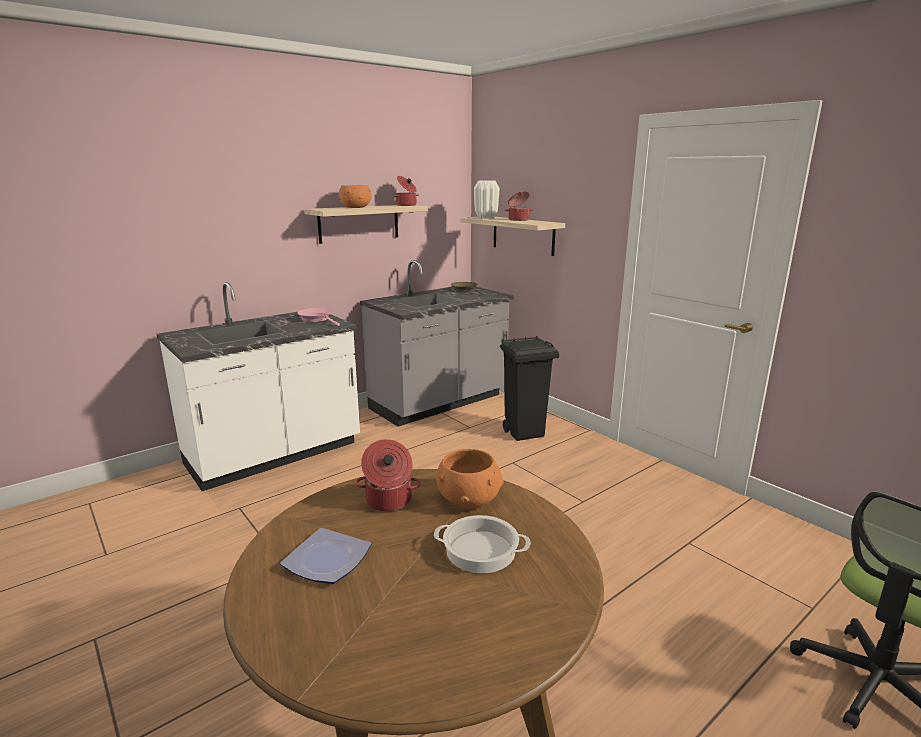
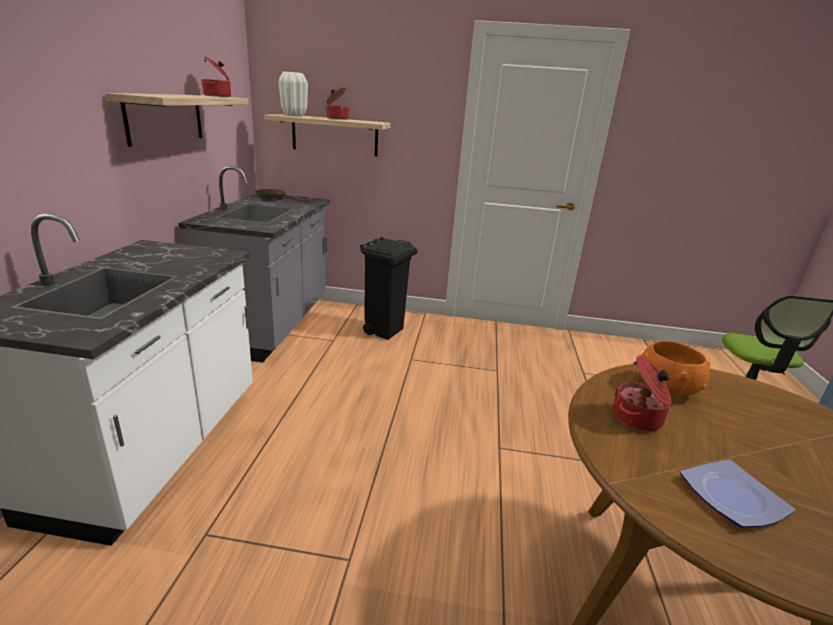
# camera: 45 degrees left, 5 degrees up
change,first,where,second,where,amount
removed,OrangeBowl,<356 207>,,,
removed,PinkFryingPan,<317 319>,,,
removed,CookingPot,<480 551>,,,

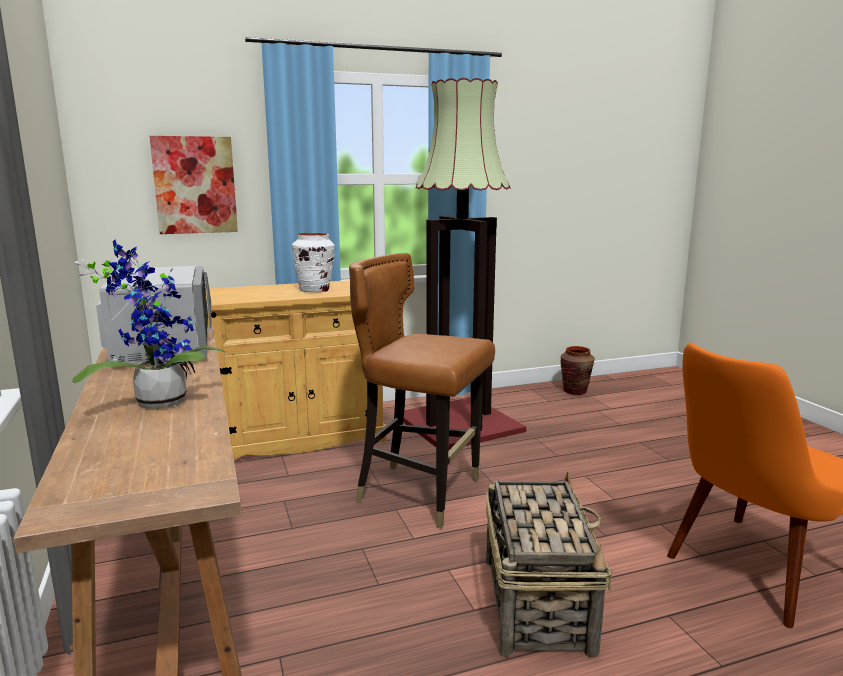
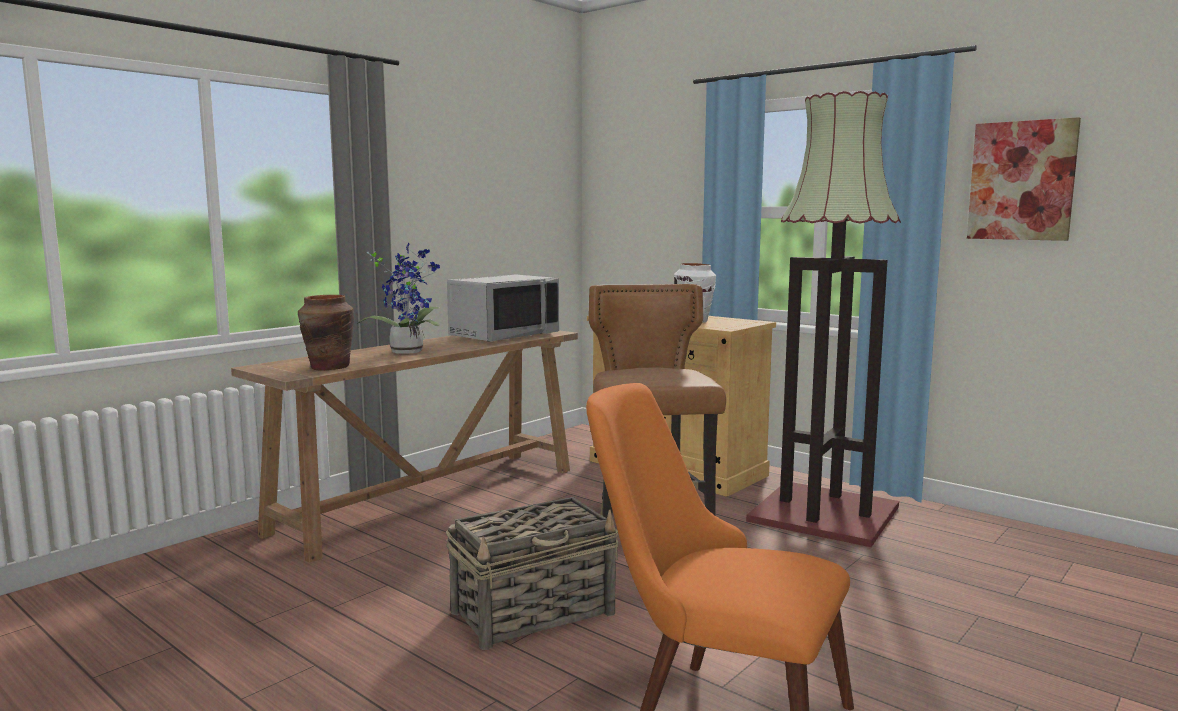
# camera: 60 degrees right, 5 degrees down
change,first,where,second,where,amount
moved,Picture,<195 185>,,<1021 181>,
moved,BrownVase,<575 391>,,<329 367>,

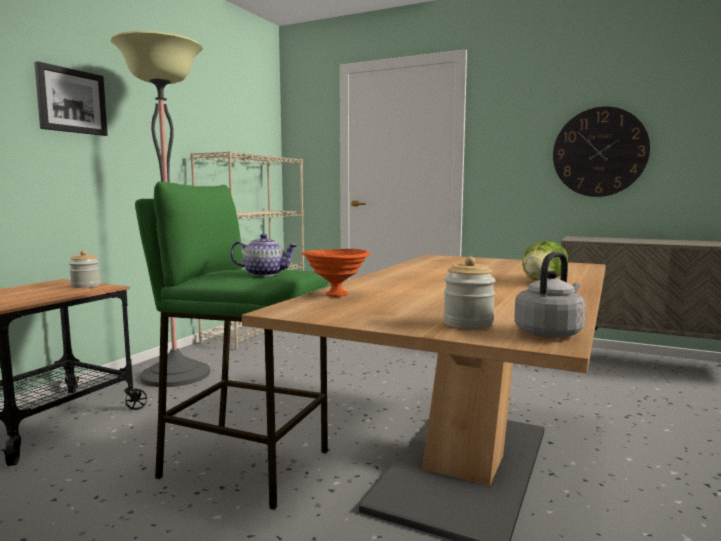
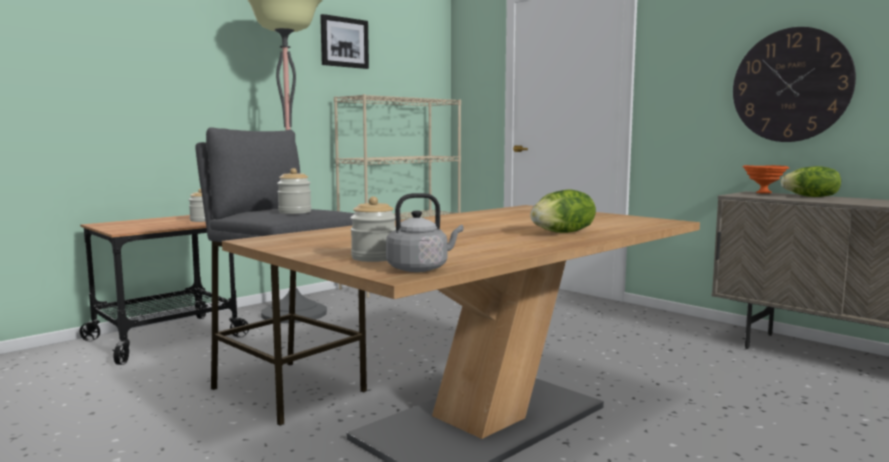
# camera: 20 degrees right, 0 degrees up
change,first,where,second,where,amount
moved,Picture,<71 101>,,<344 42>,
recoloured,GreenStool,<244 464>,GreyStool,<287 390>,
replaced,Teapot,<265 274>,Jar,<295 212>,
moved,OrangeBowl,<335 294>,,<762 193>,
added,,,Lettuce,<811 197>,

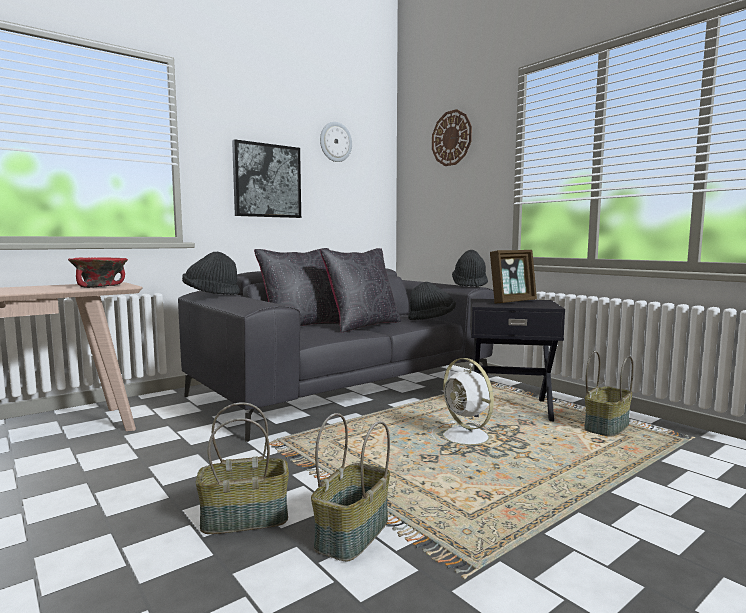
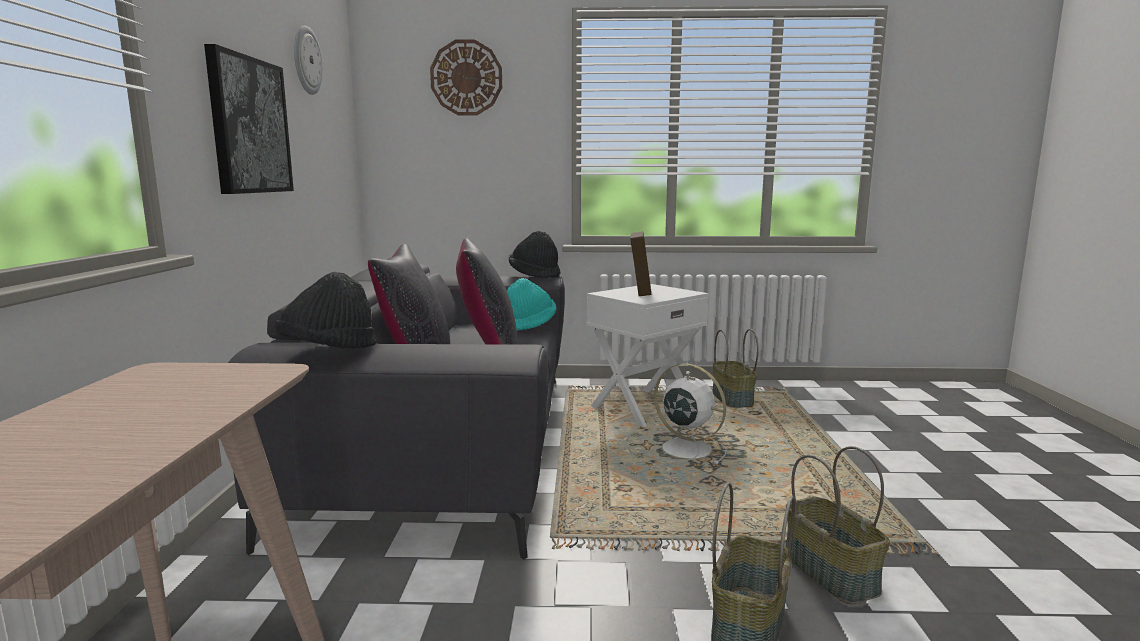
# camera: 50 degrees left, 5 degrees up
change,first,where,second,where,amount
removed,RedBowl,<100 286>,,,
recoloured,BlackHat,<431 319>,TurquoiseHat,<528 325>,
recoloured,BlackSideTable,<510 408>,WhiteSideTable,<643 407>,
turned,WhiteFan,<467 437>,,<684 449>,150 degrees counterclockwise

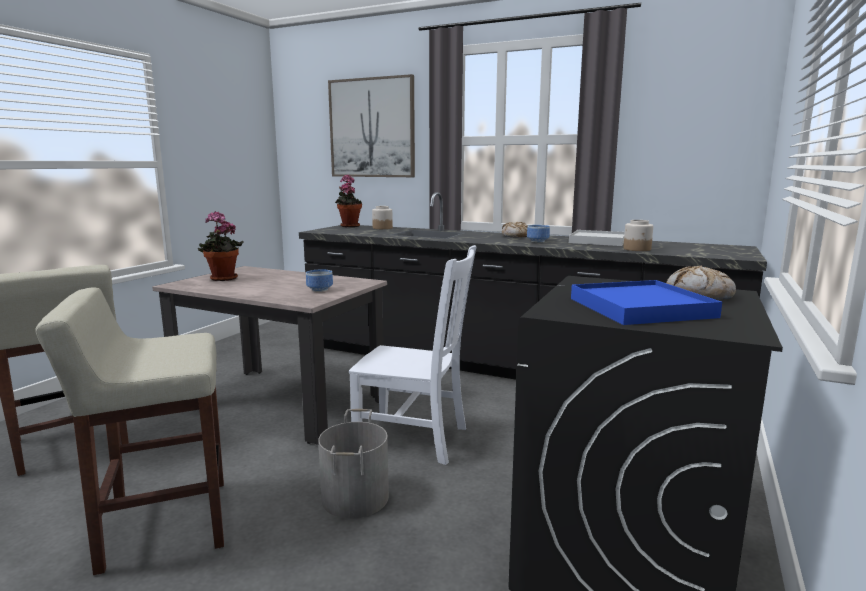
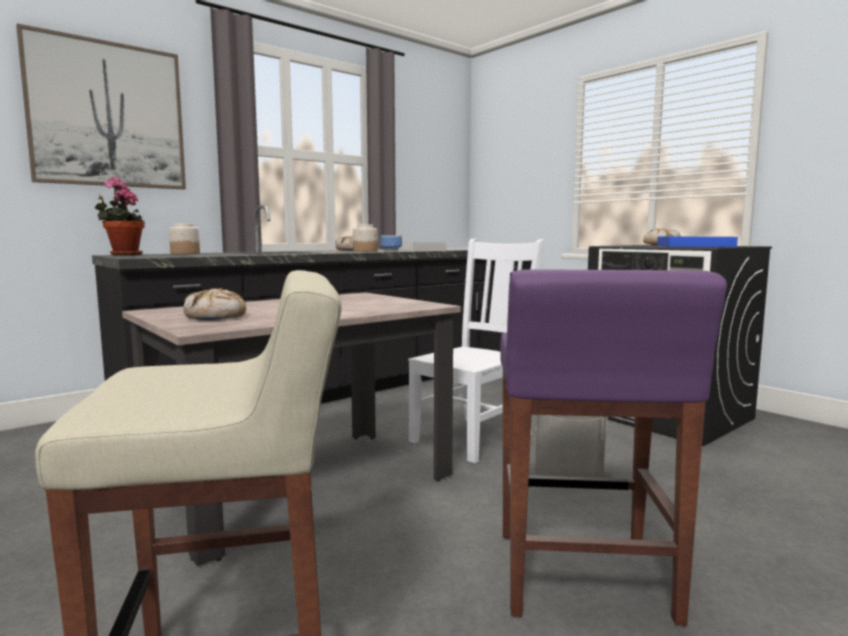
# camera: 65 degrees left, 5 degrees down
change,first,where,second,where,amount
replaced,PottedPlant,<222 279>,Bread,<216 317>,
moved,Jar,<637 249>,,<365 251>,
removed,Bowl,<319 290>,,,
recoloured,BeigeStool,<163 524>,PurpleStool,<582 577>,

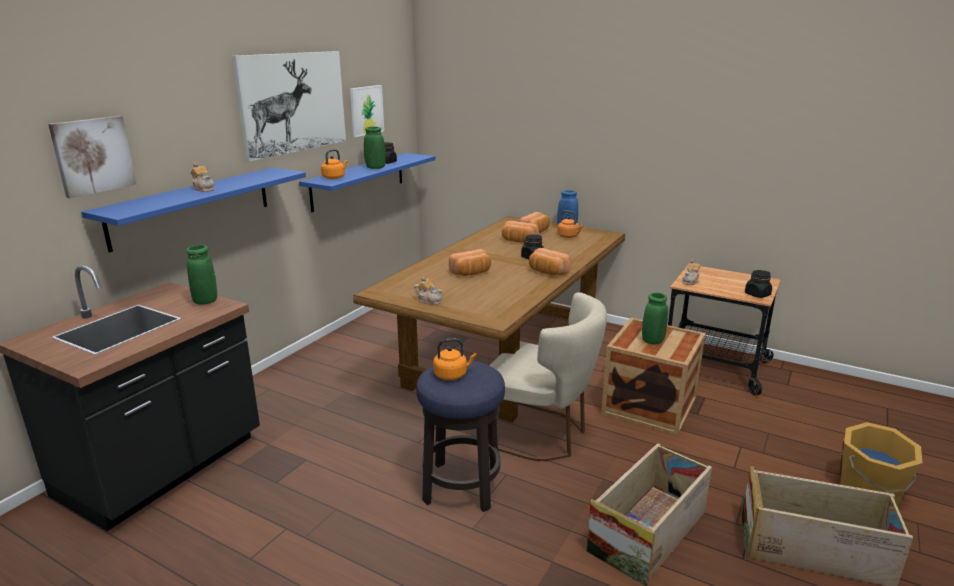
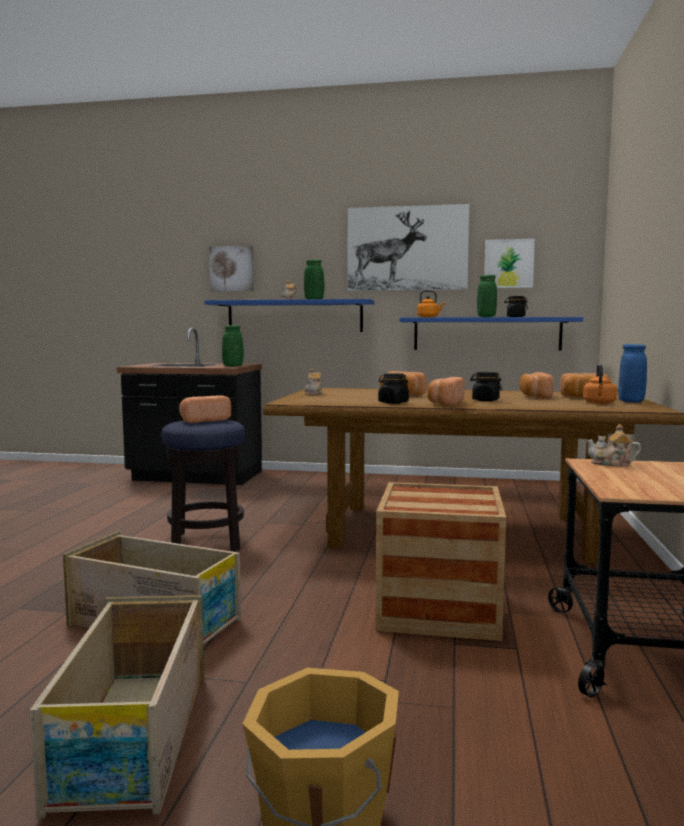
# camera: 70 degrees right, 15 degrees down
change,first,where,second,where,amount
moved,BlackJar,<757 294>,,<393 402>,
removed,BeigeChair,<541 434>,,,
moved,GreenVase,<653 341>,,<314 299>,
replaced,OrangeKettle,<452 375>,Bread,<203 421>,

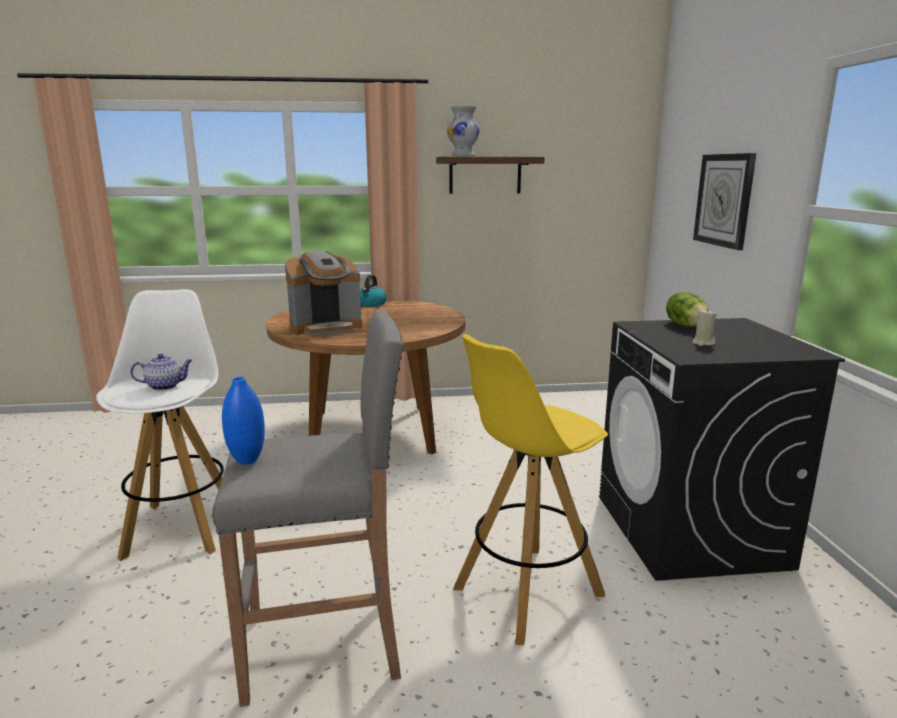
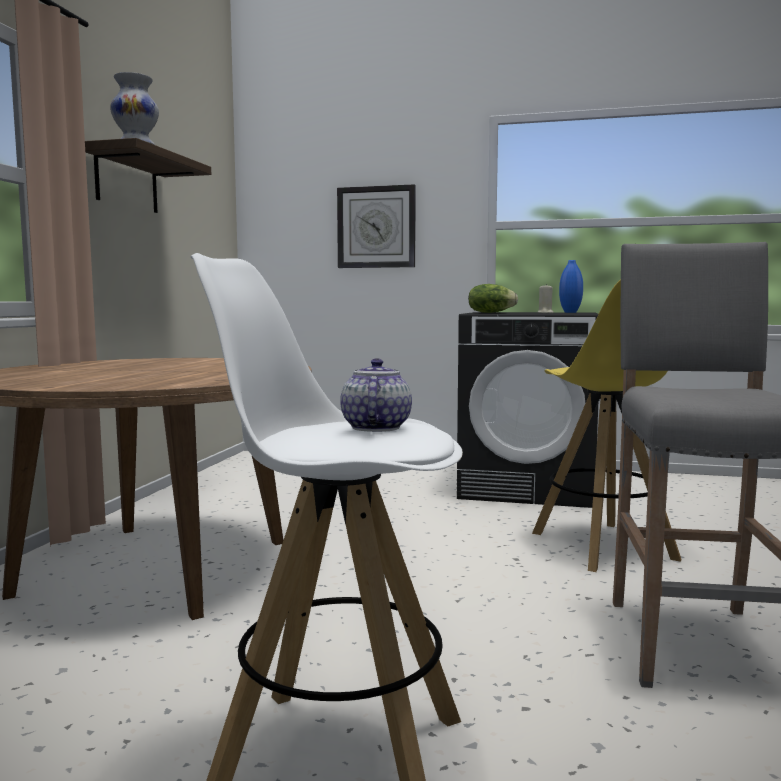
# camera: 70 degrees left, 10 degrees down
change,first,where,second,where,amount
removed,CoffeeMachine,<326 328>,,,
removed,Kettle,<371 304>,,,
moved,BlueVase,<247 460>,,<570 312>,

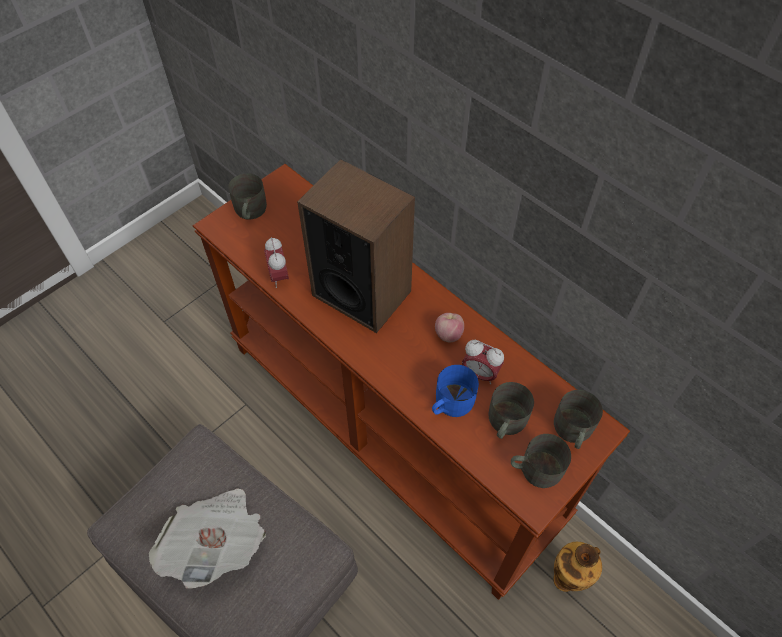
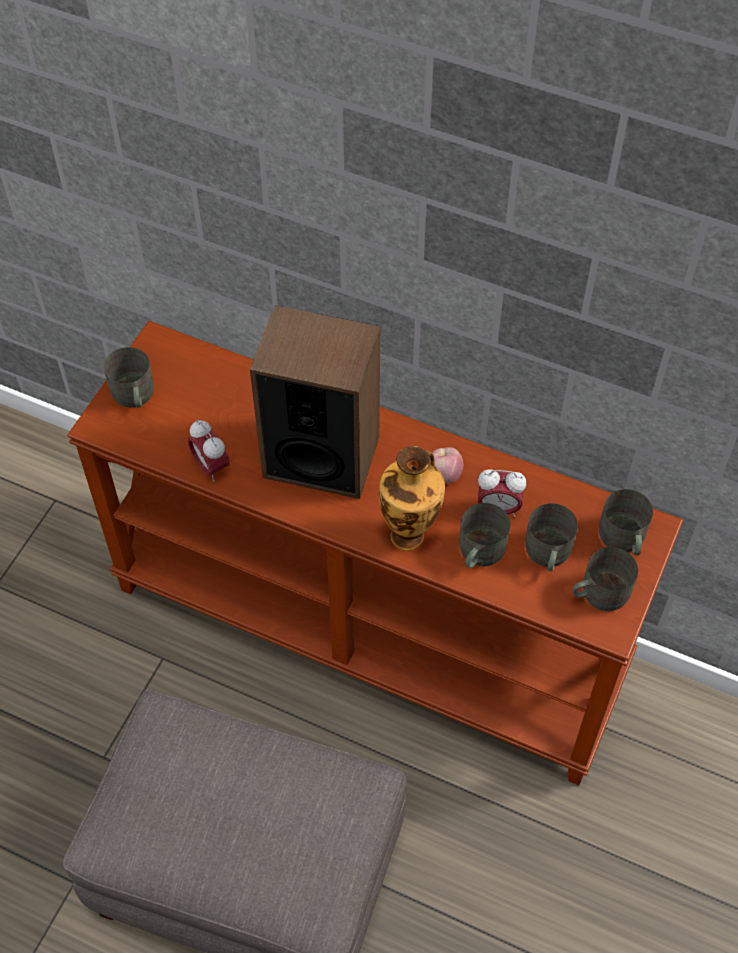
# camera: 20 degrees left, 0 degrees up
change,first,where,second,where,amount
recoloured,BlueMug,<450 403>,GreyMug,<478 552>,
removed,Newspaper,<217 542>,,,
moved,Vase,<566 579>,,<409 535>,

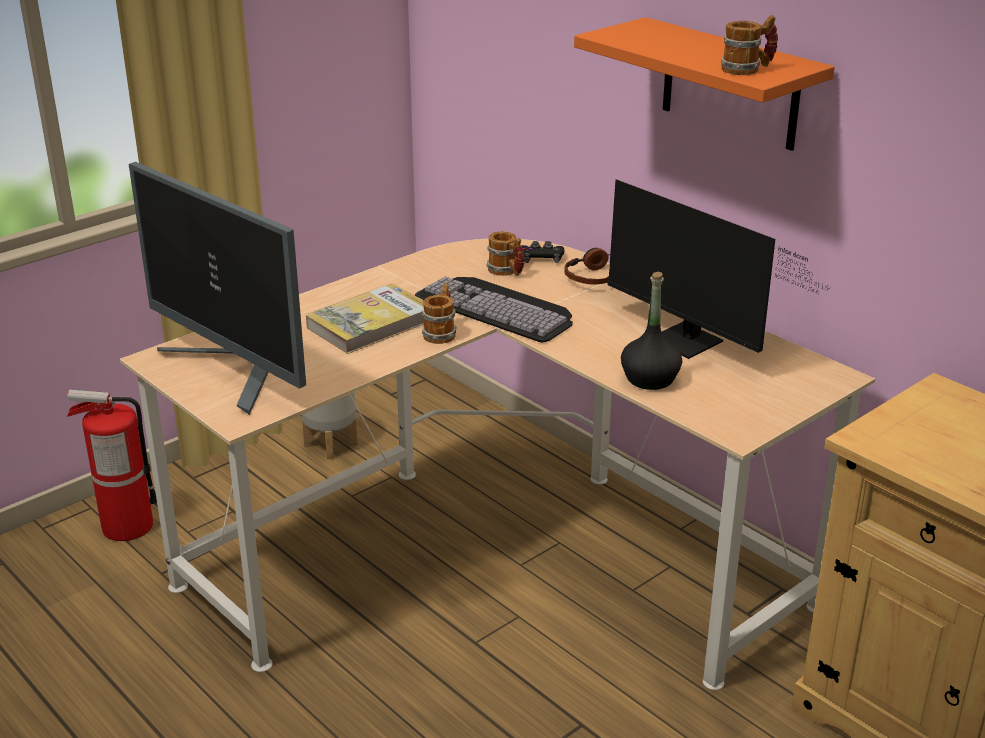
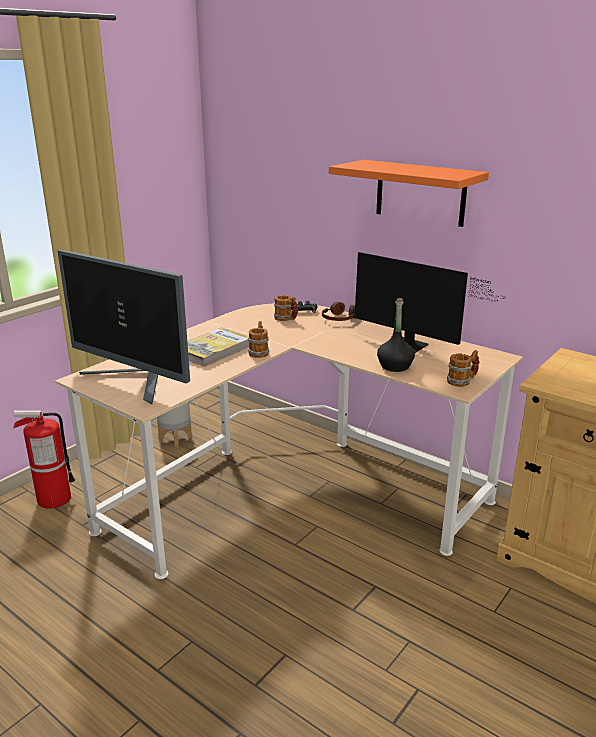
# camera: 10 degrees left, 5 degrees down
change,first,where,second,where,amount
moved,Mug,<747 69>,,<462 381>,
removed,Keyboard,<499 307>,,,

